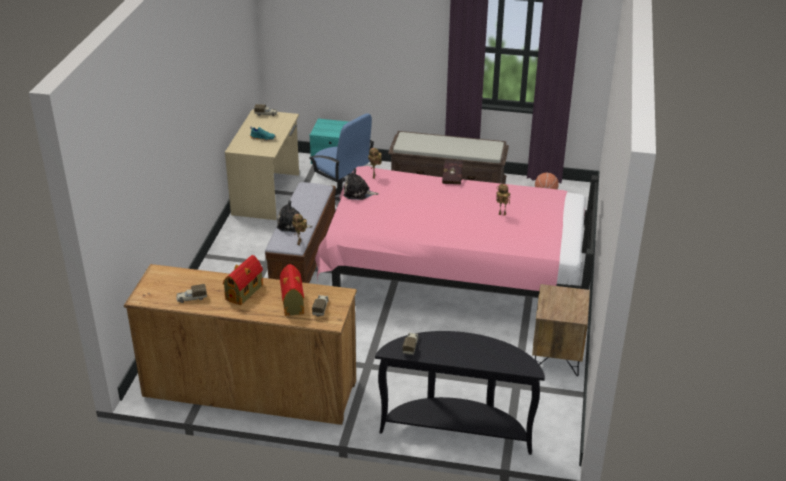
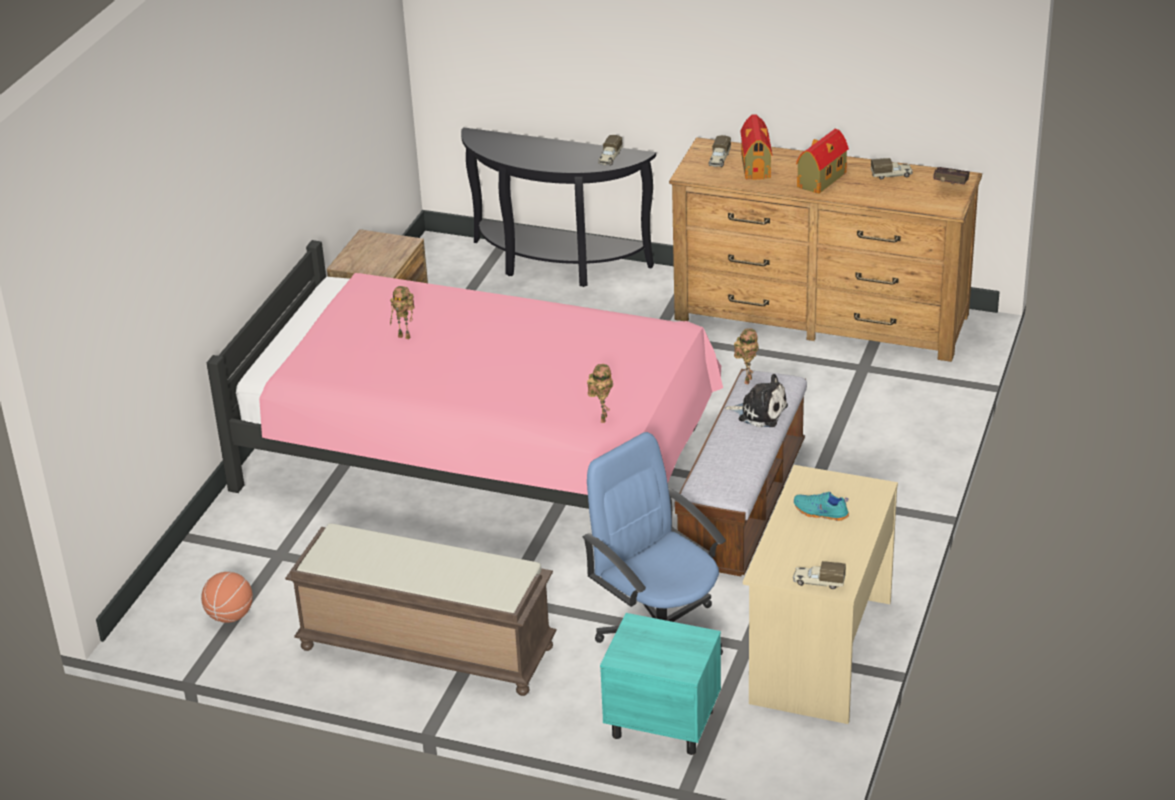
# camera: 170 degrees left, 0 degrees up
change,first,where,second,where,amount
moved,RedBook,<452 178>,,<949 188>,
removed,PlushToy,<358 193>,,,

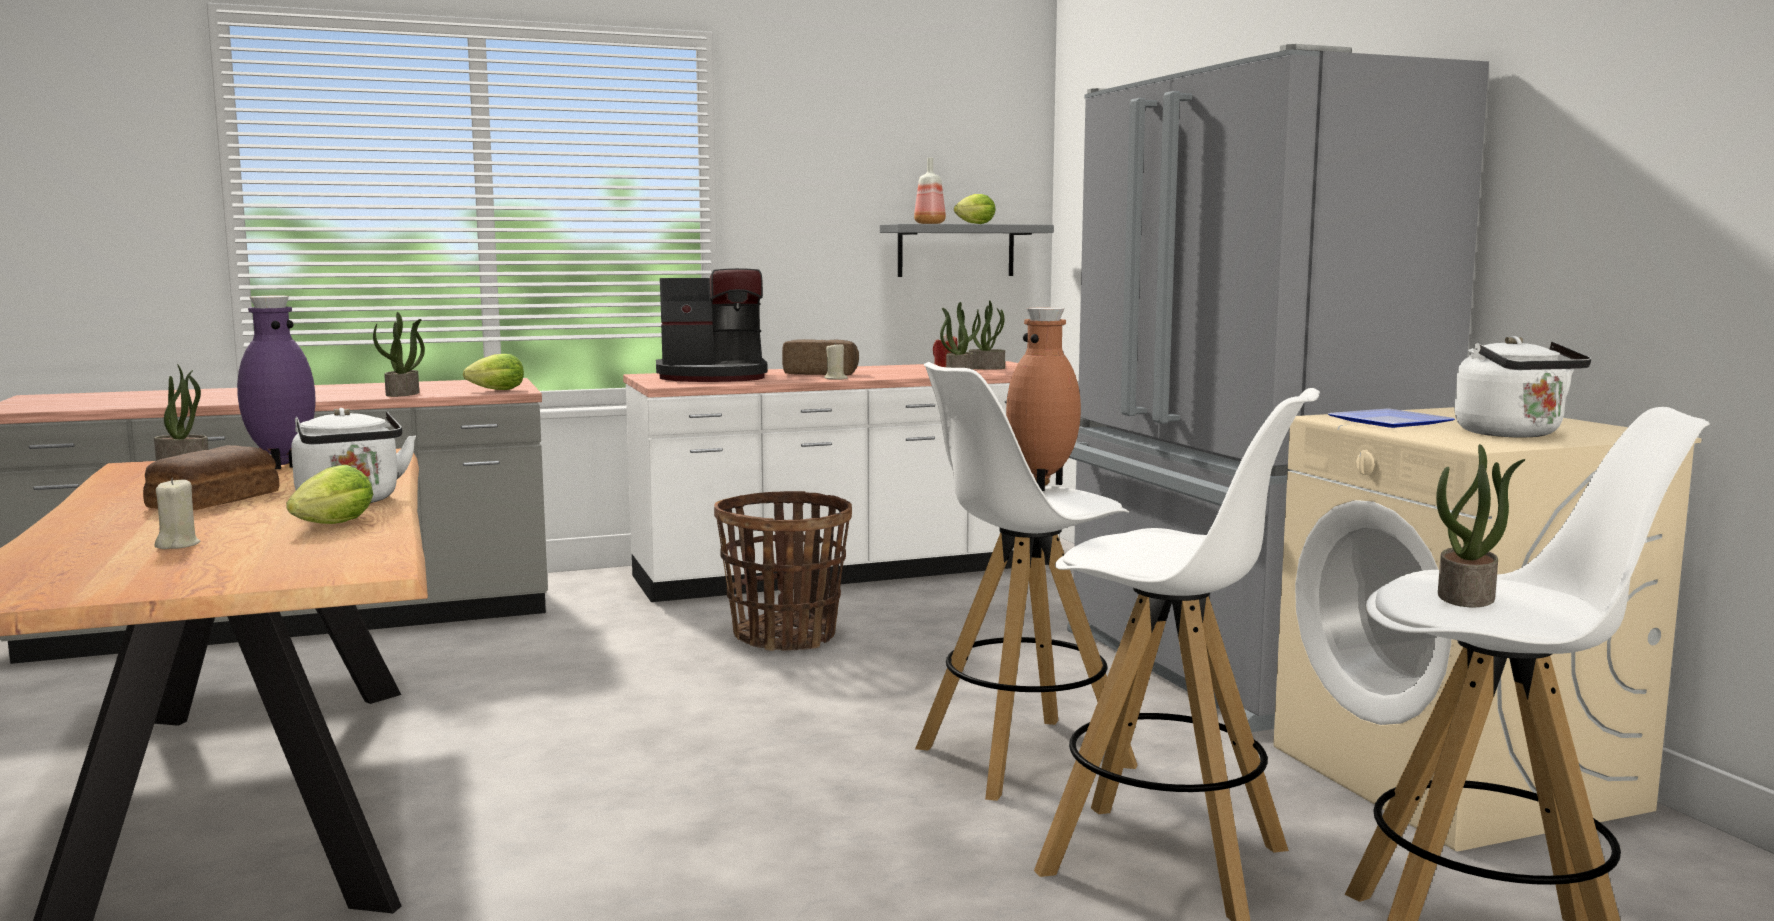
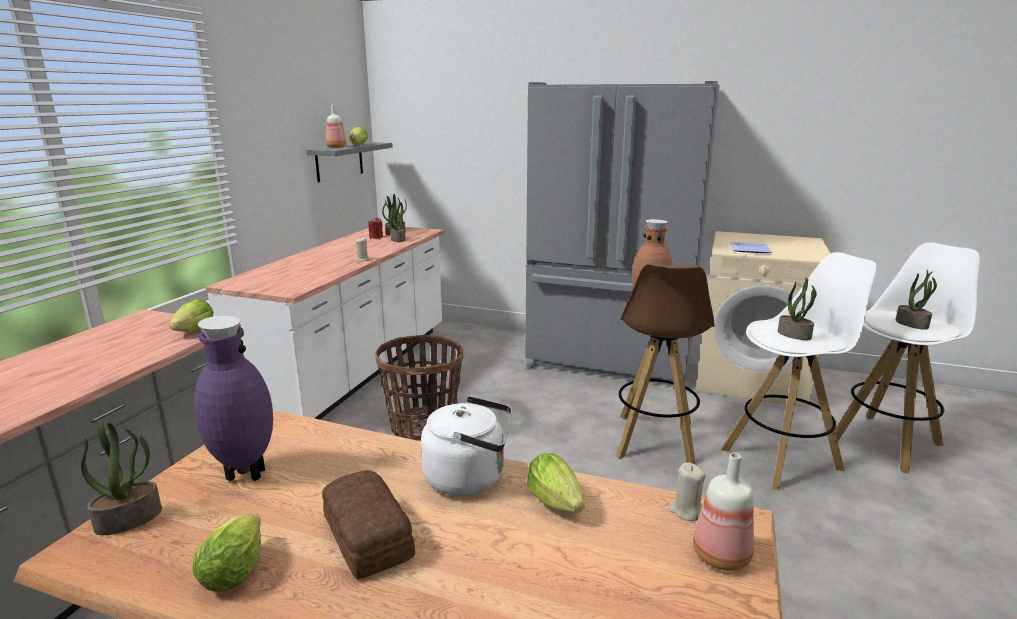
# camera: 50 degrees left, 10 degrees up
change,first,where,second,where,amount
removed,CoffeeMachine,<713 377>,,,
moved,PottedPlant,<403 394>,,<794 335>,
removed,WhiteKettle,<1513 434>,,,
removed,Bread,<821 374>,,,
recoloured,WhiteStool,<1021 757>,BrownStool,<655 440>,
moved,BeigeCandle,<178 545>,,<686 511>,
added,,,Bottle,<719 554>,
added,,,Lettuce,<237 568>,

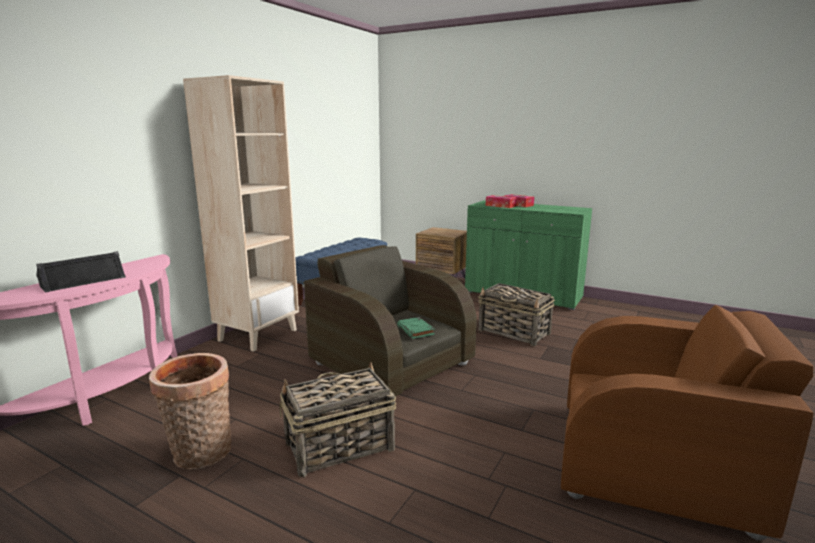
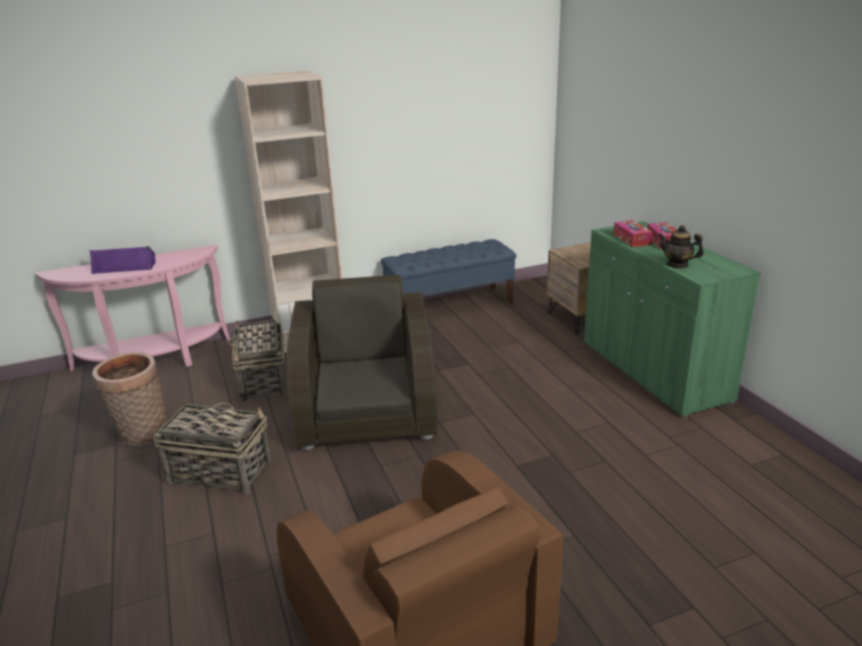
# camera: 40 degrees right, 10 degrees up
change,first,where,second,where,amount
recoloured,BlackSpeaker,<83 281>,PurpleSpeaker,<125 267>,
moved,Basket,<514 332>,,<264 381>,
removed,GreenBook,<416 330>,,,
added,,,Teapot,<677 264>,

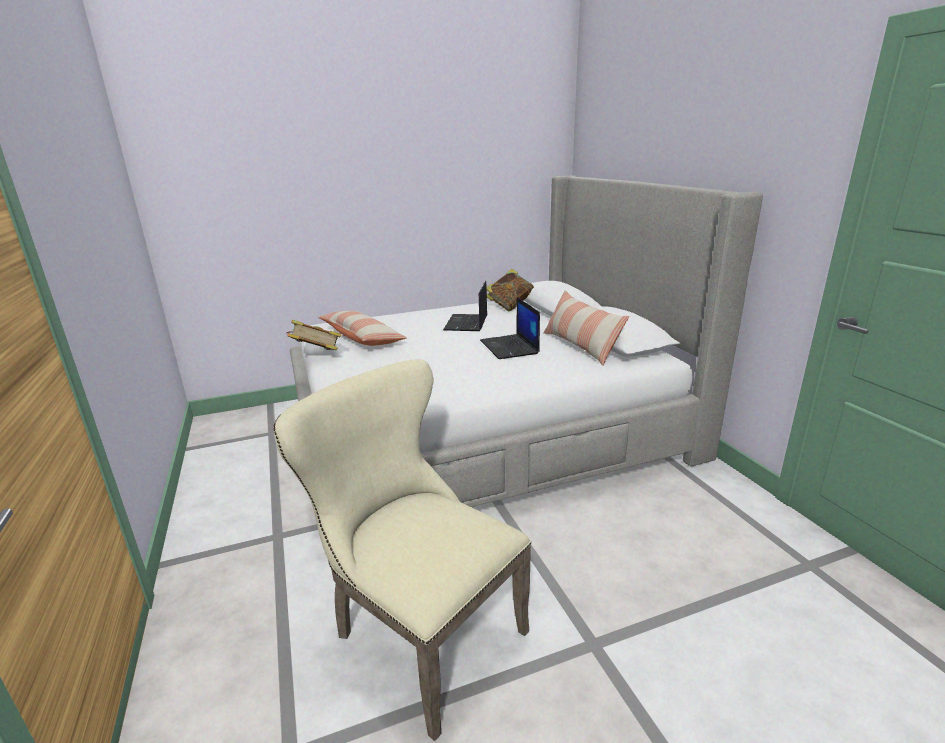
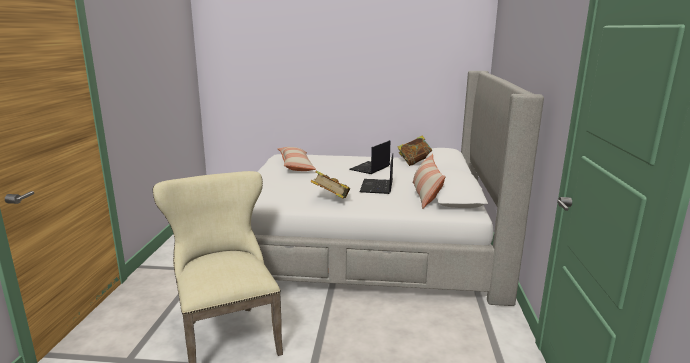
# camera: 25 degrees right, 5 degrees down
change,first,where,second,where,amount
moved,Book,<316 356>,,<331 200>,

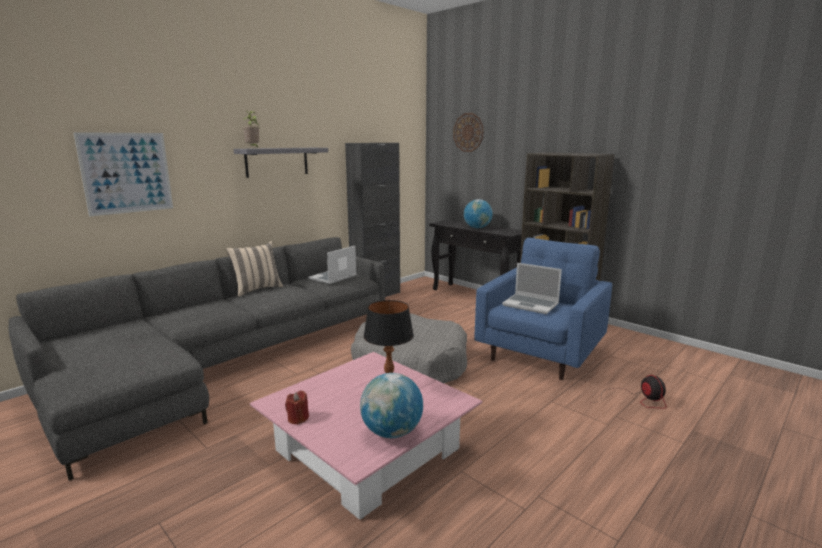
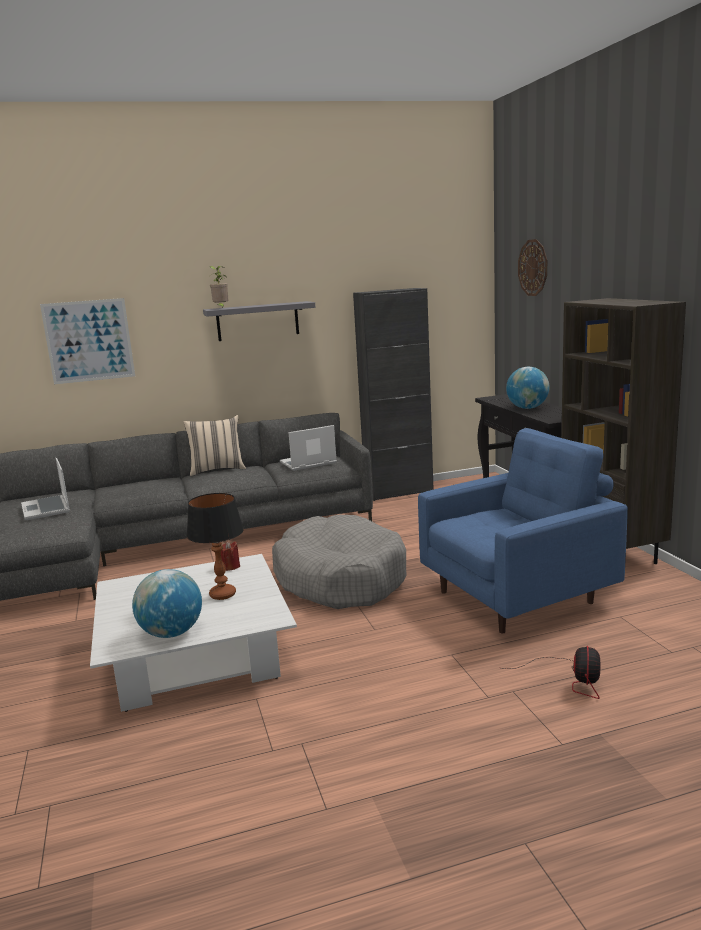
# camera: 30 degrees right, 0 degrees up
change,first,where,second,where,amount
moved,Laptop,<531 305>,,<47 509>,
recoloured,PinkCoffeeTable,<368 449>,WhiteCoffeeTable,<197 655>,
moved,RedCandle,<298 418>,,<230 567>,

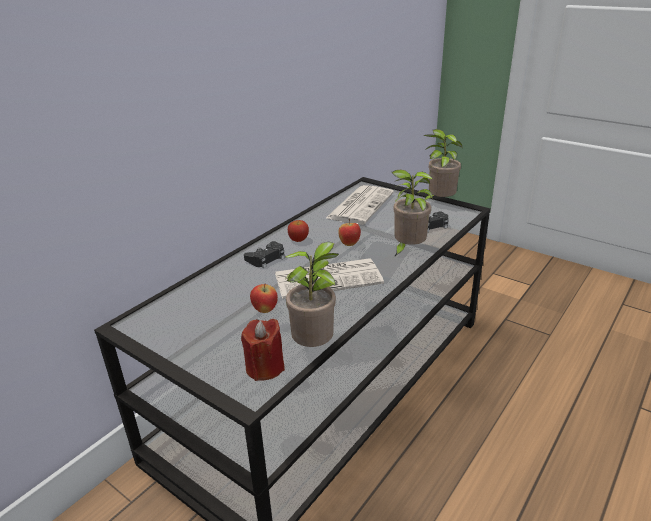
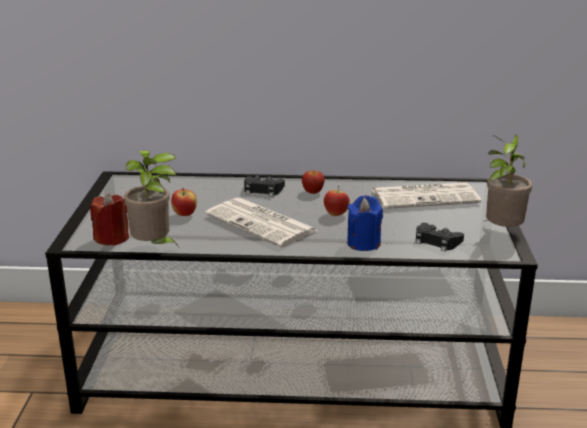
# camera: 55 degrees right, 5 degrees down
change,first,where,second,where,amount
replaced,PottedPlant,<407 250>,BlueCandle,<363 243>,

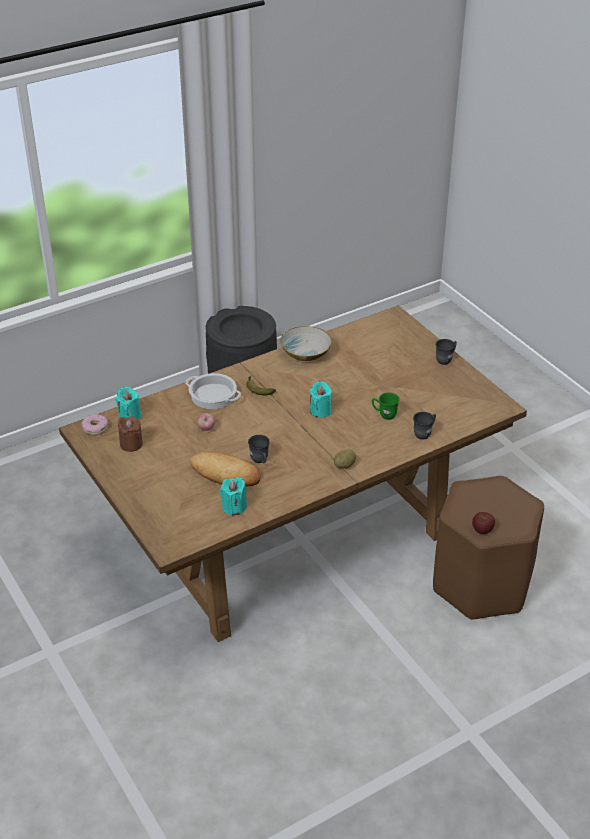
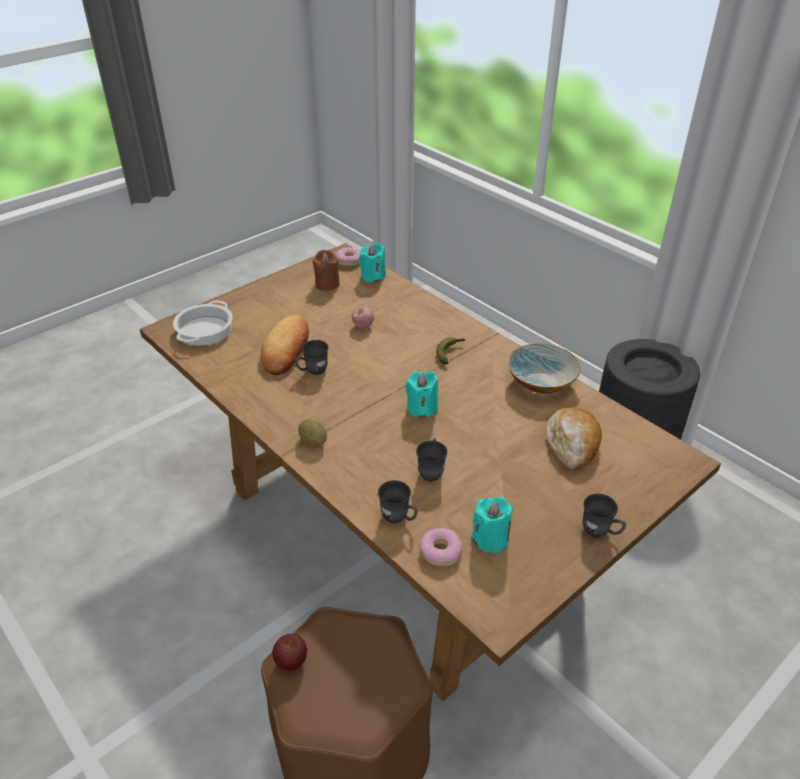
# camera: 80 degrees right, 0 degrees up
change,first,where,second,where,amount
moved,CookingPot,<212 396>,,<204 330>,
recoloured,GreenMug,<384 415>,GreyMug,<431 470>,
moved,TurquoiseCandle,<234 507>,,<490 538>,
added,,,Bread,<573 444>,
added,,,Donut,<441 551>,

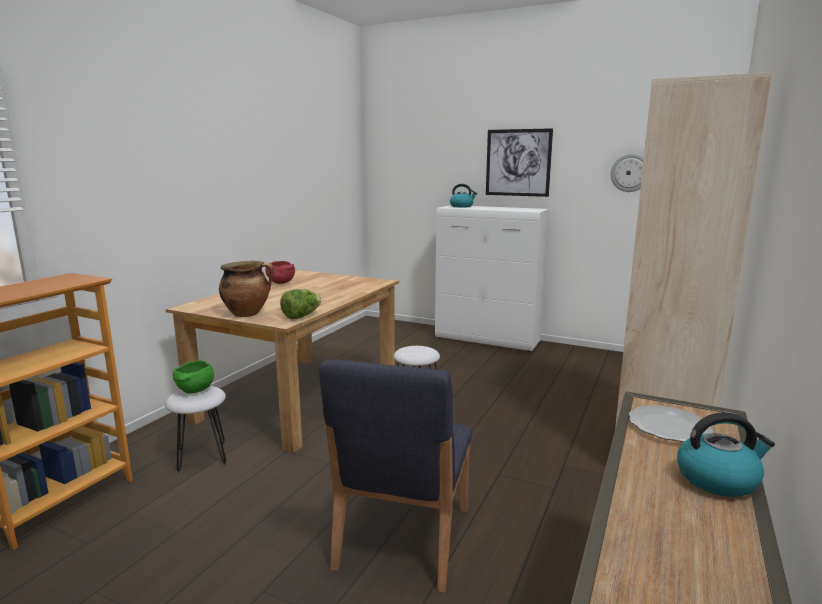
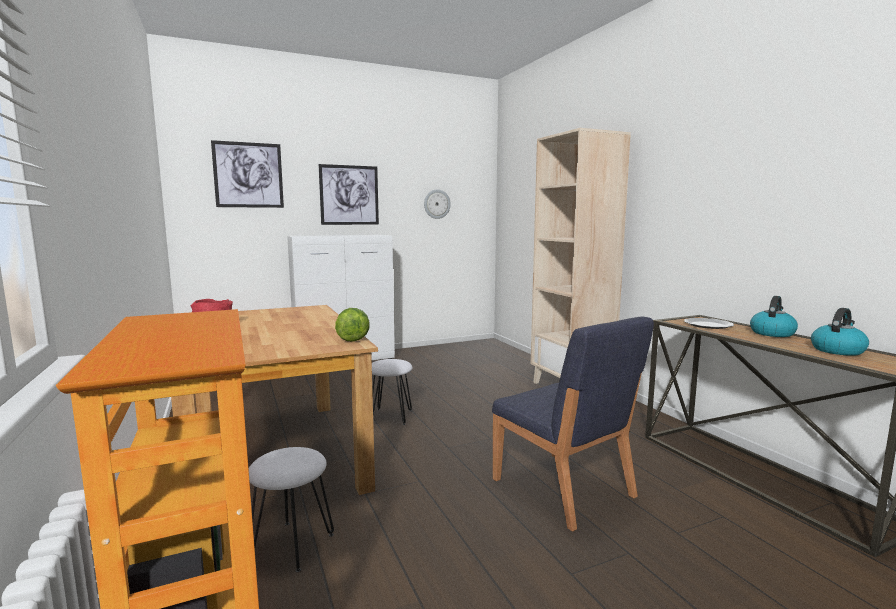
# camera: 50 degrees left, 5 degrees down
change,first,where,second,where,amount
moved,Kettle,<462 206>,,<837 350>,
removed,CookingPot,<248 314>,,,
removed,GreenBowl,<195 391>,,,
added,,,Picture,<248 175>,

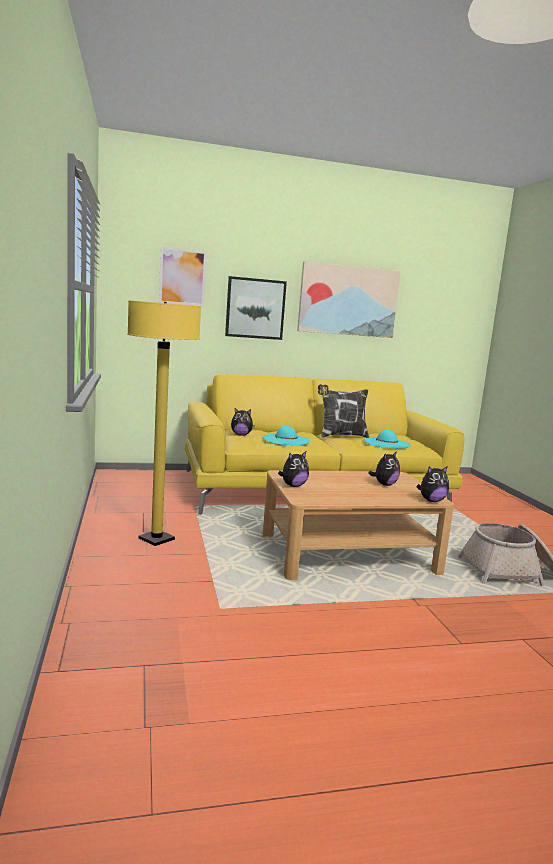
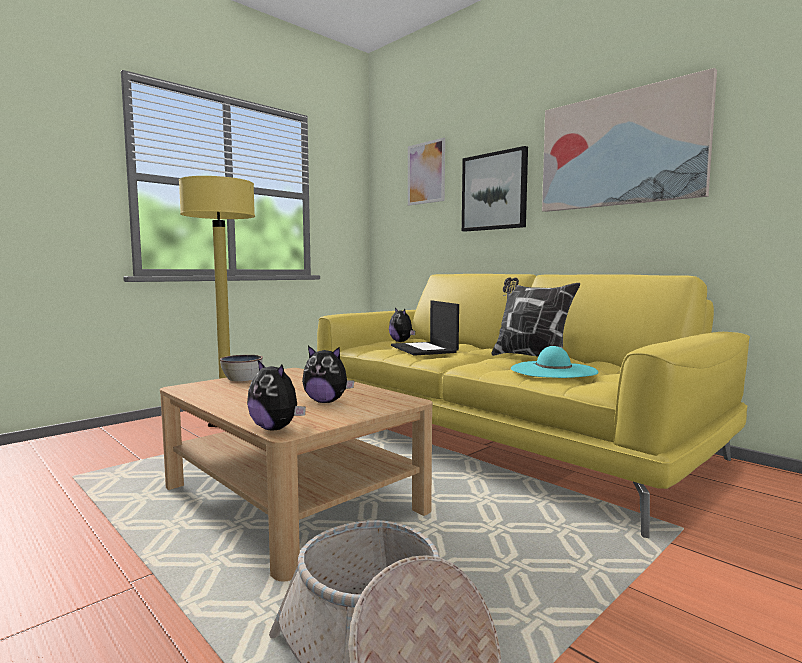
# camera: 60 degrees right, 5 degrees down
change,first,where,second,where,amount
replaced,TurquoiseHat,<286 439>,Laptop,<424 349>,
replaced,PlushToy,<293 486>,Bowl,<242 379>,

